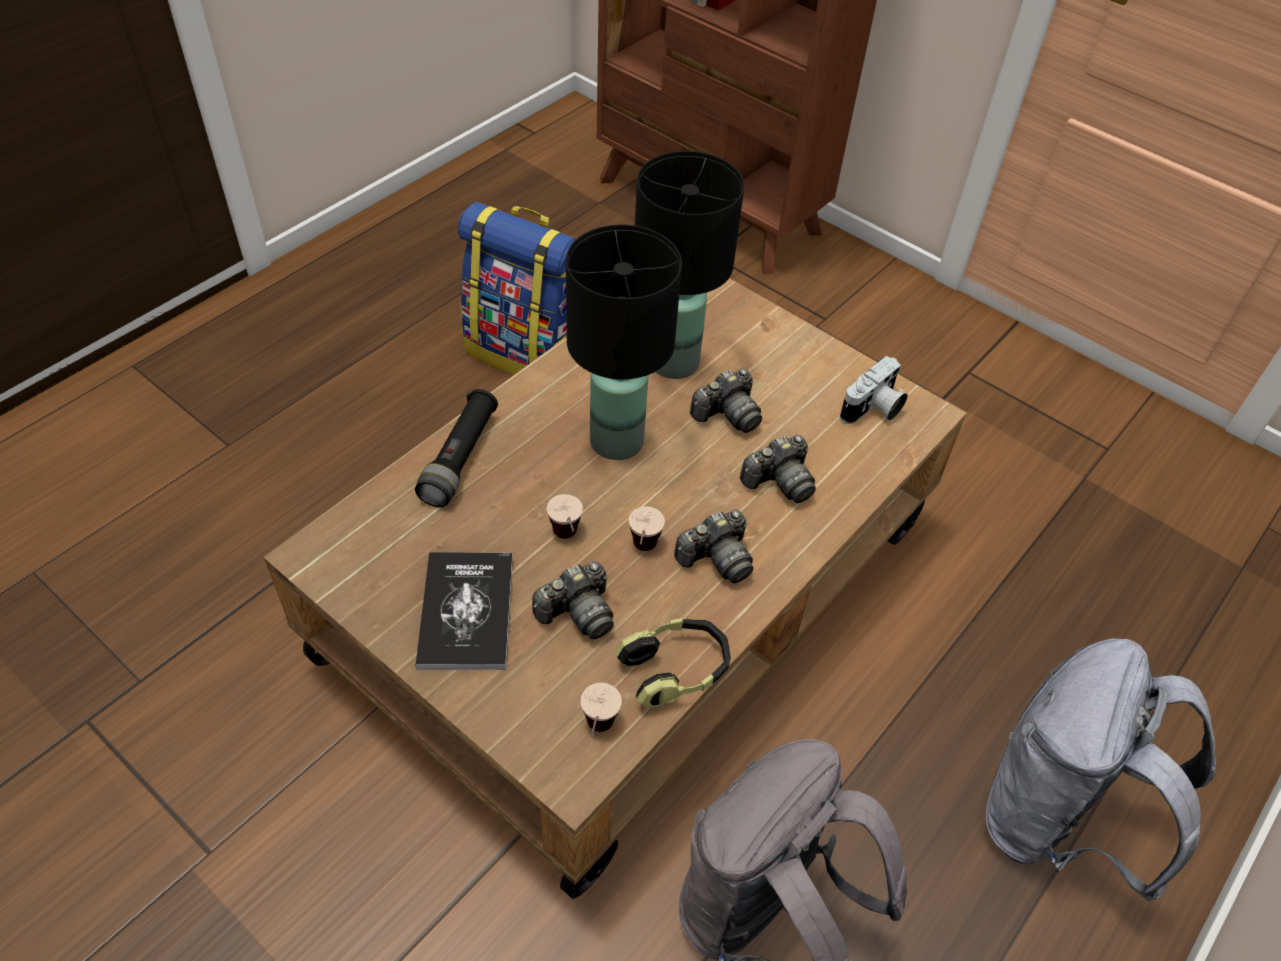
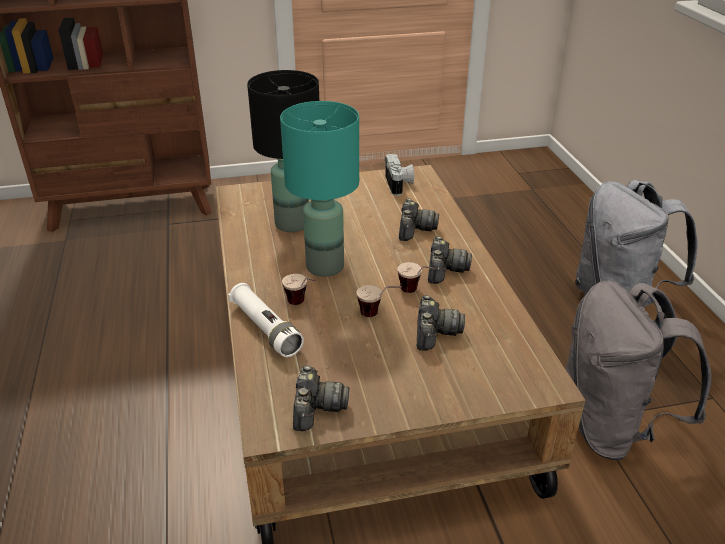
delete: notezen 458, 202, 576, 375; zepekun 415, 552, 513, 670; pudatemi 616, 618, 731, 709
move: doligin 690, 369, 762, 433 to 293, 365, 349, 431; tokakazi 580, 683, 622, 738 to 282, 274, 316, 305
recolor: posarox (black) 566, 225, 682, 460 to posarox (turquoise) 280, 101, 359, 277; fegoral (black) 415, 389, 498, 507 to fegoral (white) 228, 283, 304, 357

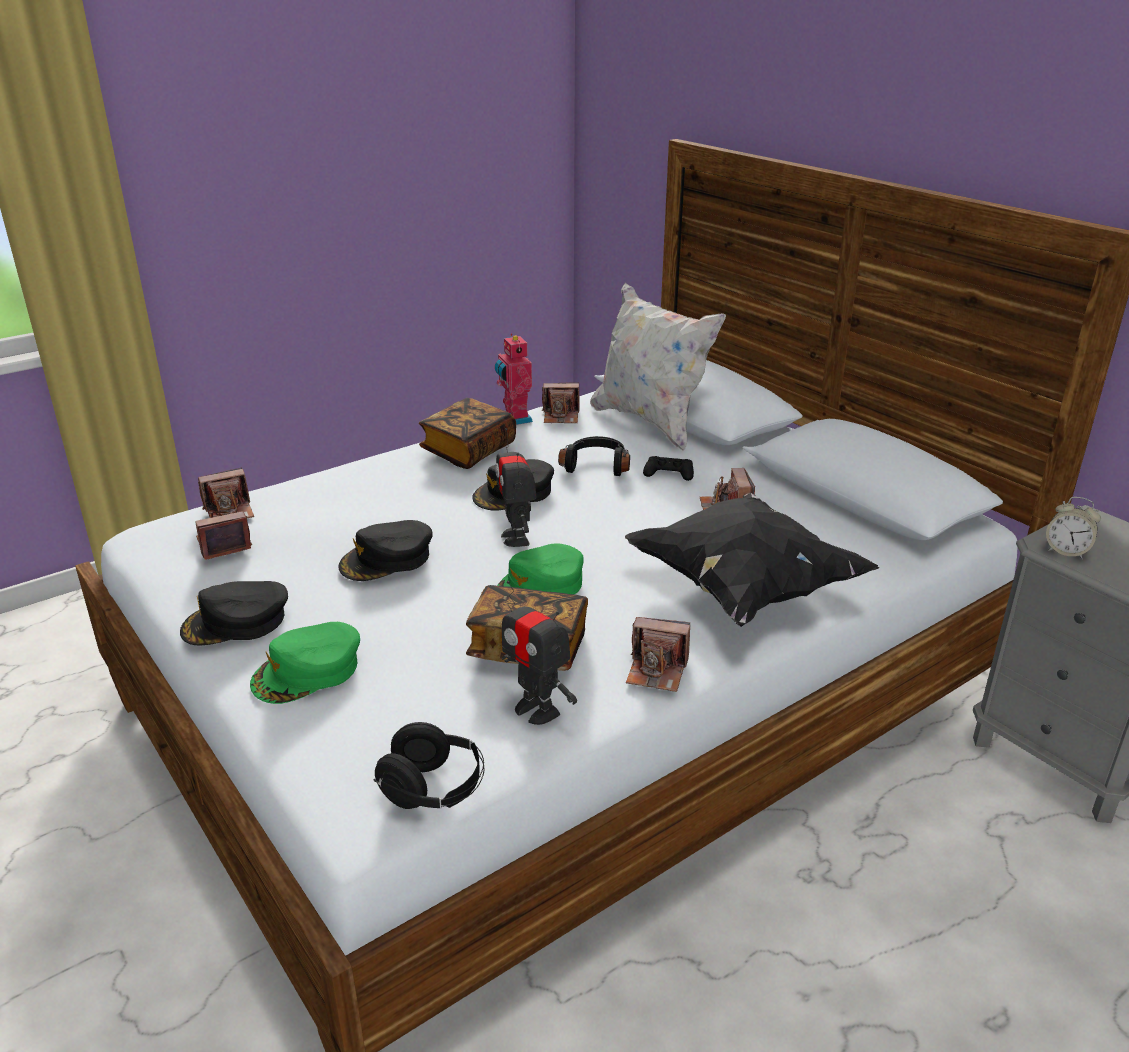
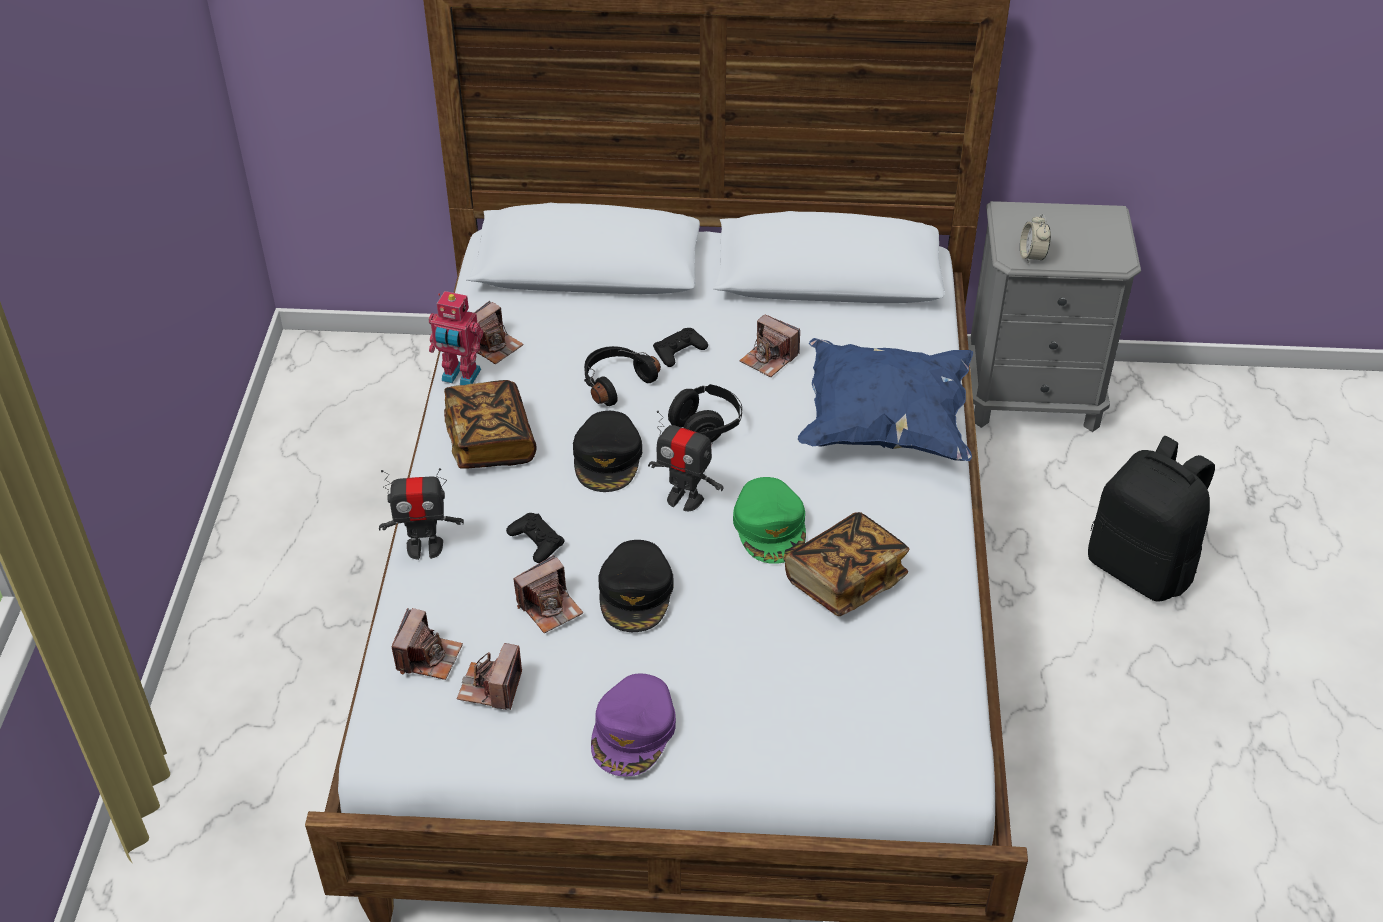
delete: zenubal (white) 590, 283, 726, 450; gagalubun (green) 250, 622, 360, 704
insert: notezen (black) 1088, 436, 1215, 601; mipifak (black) 506, 513, 565, 563
move: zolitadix 502, 581, 577, 725 to 379, 468, 464, 560; doligin 626, 617, 690, 692 to 513, 555, 583, 633; pudatemi (black) 374, 722, 484, 809 to 668, 384, 742, 442
recolor: zenubal (black) 625, 493, 879, 627 to zenubal (blue) 798, 338, 973, 461; gagalubun (black) 180, 581, 288, 645 to gagalubun (purple) 591, 674, 676, 777
rotate: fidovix 1046, 497, 1101, 559 = 1020, 214, 1051, 264 105 degrees clockwise

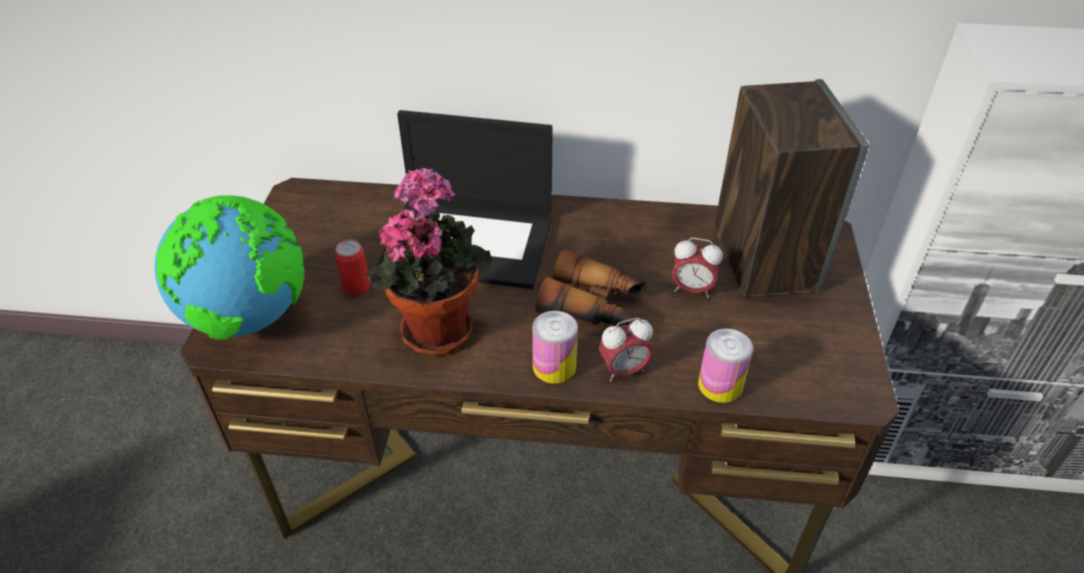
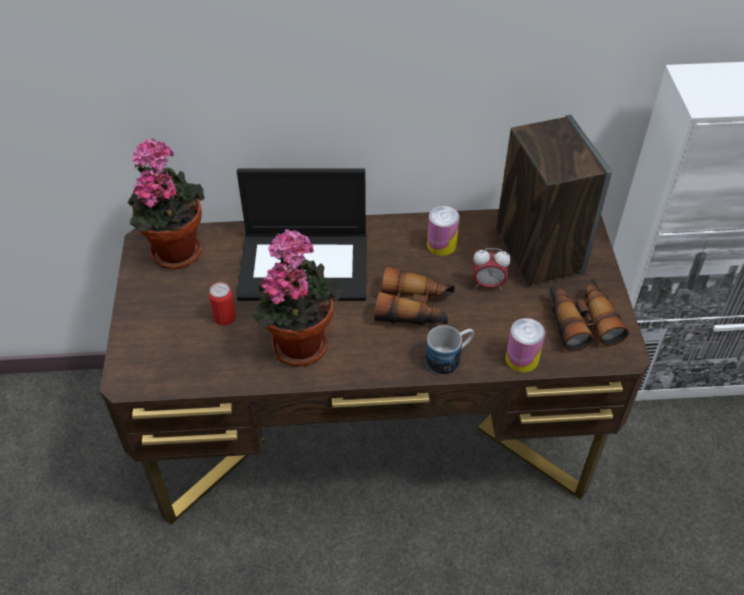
delete: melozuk 154, 195, 305, 340
insert: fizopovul 127, 138, 205, 270; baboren 549, 279, 629, 352
move: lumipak 532, 311, 578, 384 to 427, 206, 460, 256
replace: fidovix 599, 318, 654, 381 to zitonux 425, 325, 474, 375

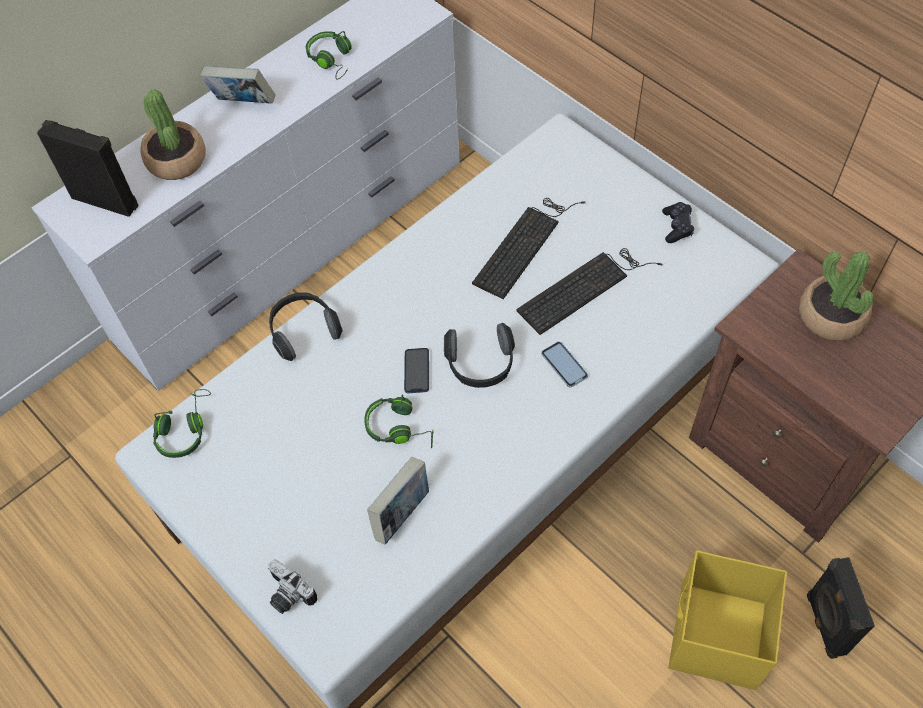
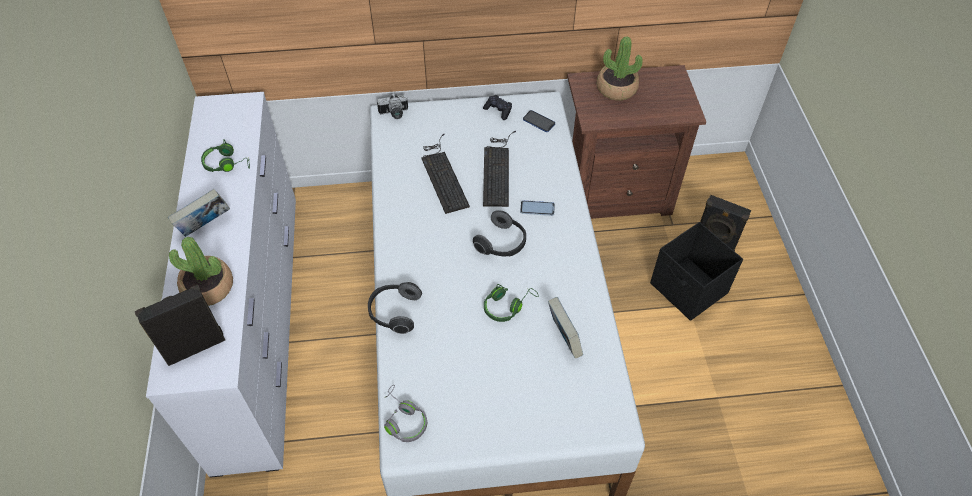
move: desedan 404, 348, 429, 393 to 523, 110, 555, 132; doligin 268, 559, 317, 614 to 377, 93, 408, 119
recolor: pudatemi (green) 153, 389, 211, 458 to pudatemi (grey) 384, 385, 427, 442; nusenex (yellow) 668, 550, 787, 690 to nusenex (black) 650, 222, 743, 321

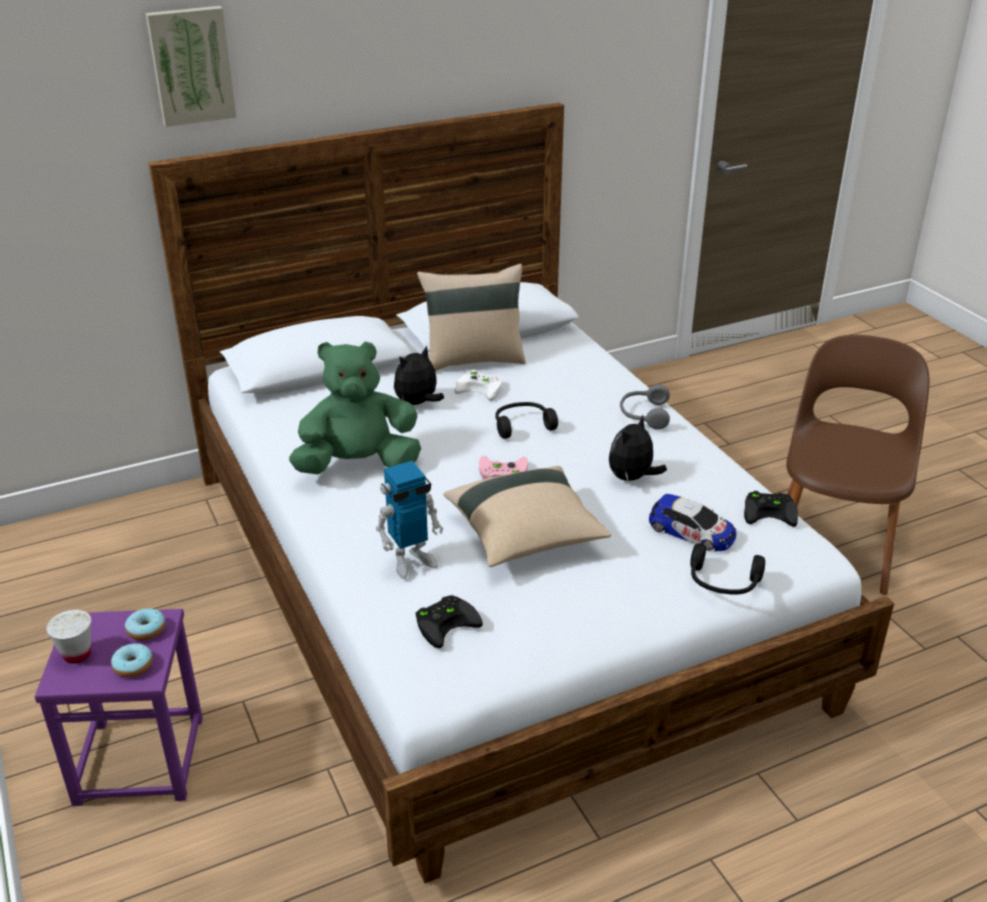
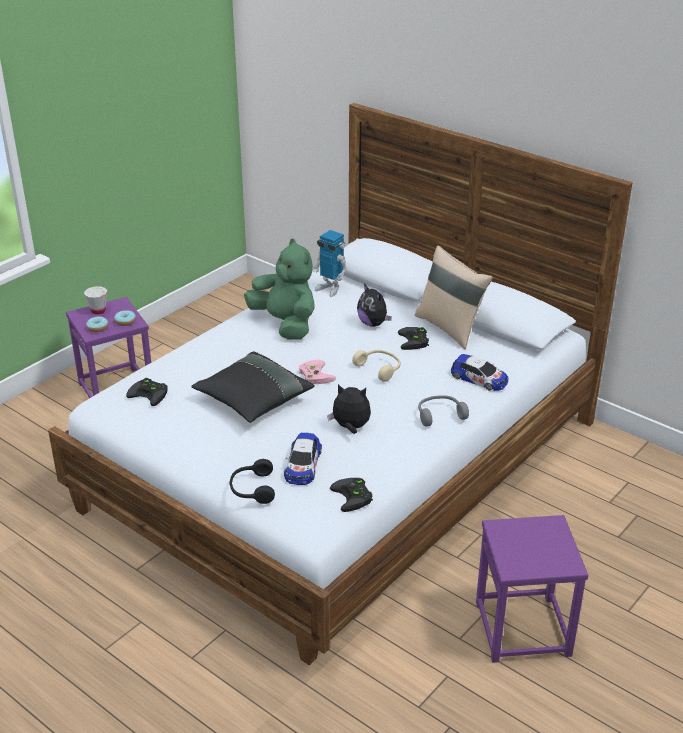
delete: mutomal 146, 6, 236, 127
insert: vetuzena 451, 354, 508, 391
move: zolitadix 376, 461, 443, 579 to 313, 230, 347, 297
replace: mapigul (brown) 786, 335, 929, 595 to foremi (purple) 476, 515, 588, 663
recolor: mipifak (white) 454, 370, 502, 401 to mipifak (black) 398, 327, 429, 350; pudatemi (black) 495, 402, 558, 439 to pudatemi (beige) 352, 350, 401, 382; zenubal (beige) 443, 466, 611, 567 to zenubal (black) 191, 352, 314, 423
rotate: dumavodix 394, 346, 444, 405 = 357, 283, 392, 327 150 degrees counterclockwise

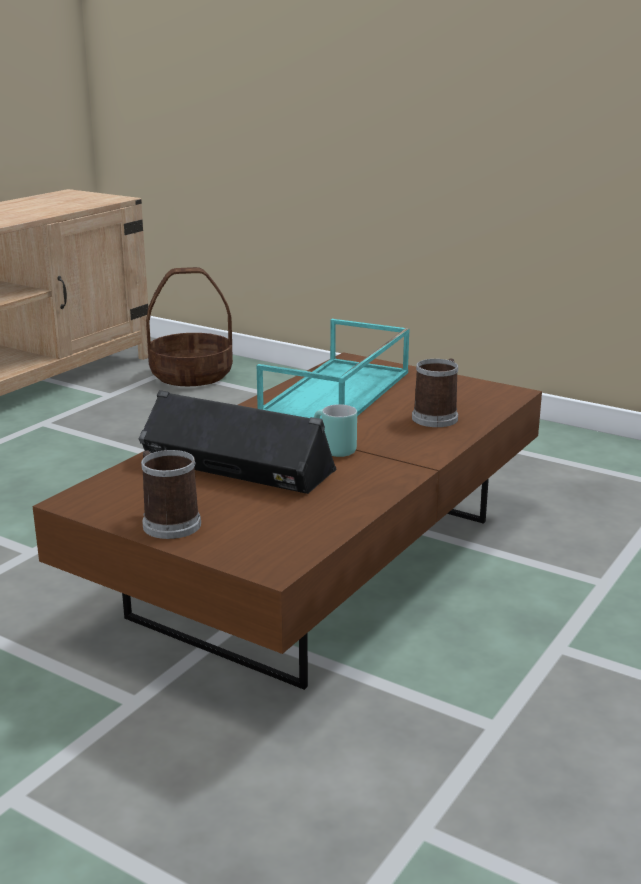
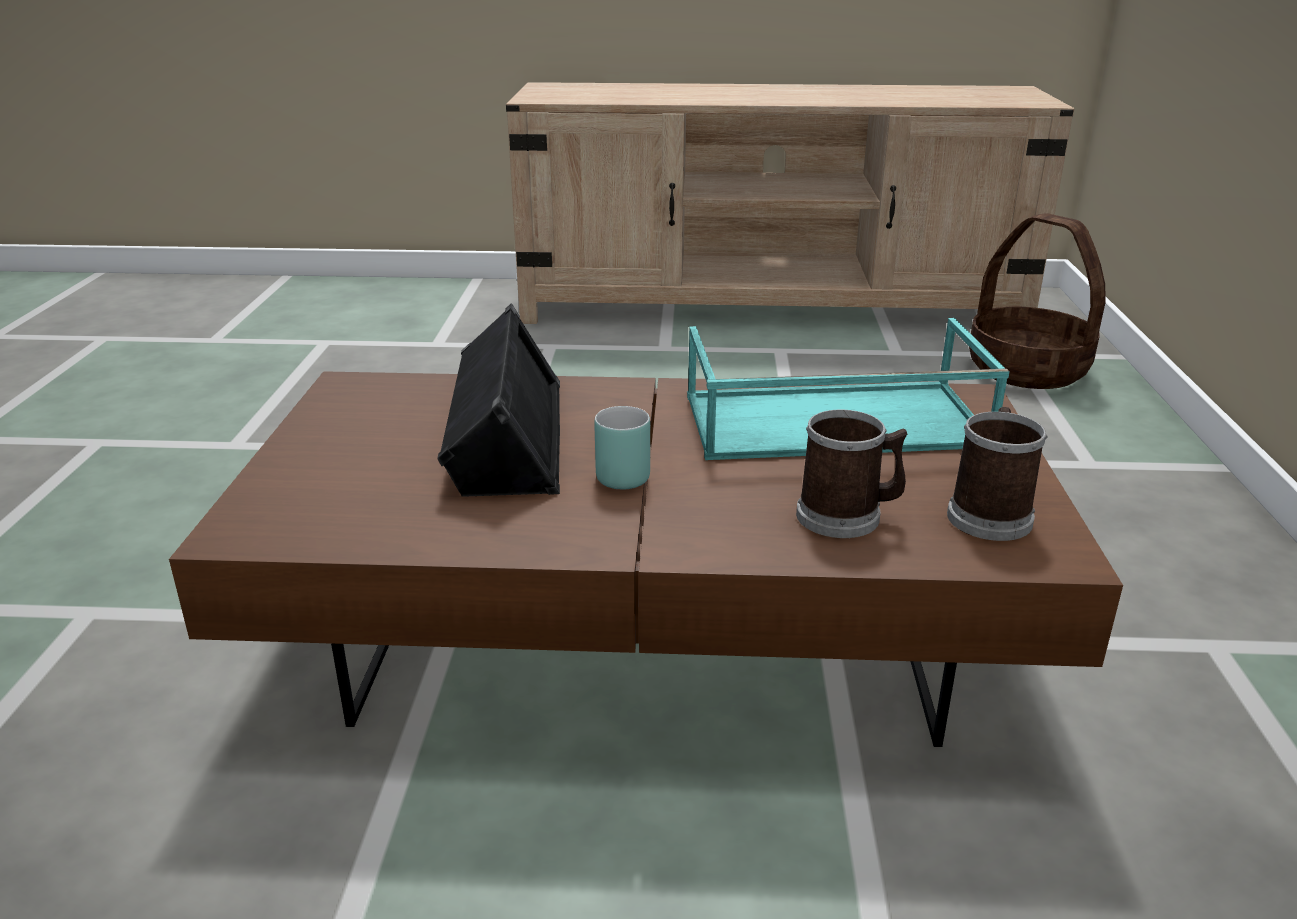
move: zitonux 141, 450, 201, 539 to 947, 407, 1047, 541

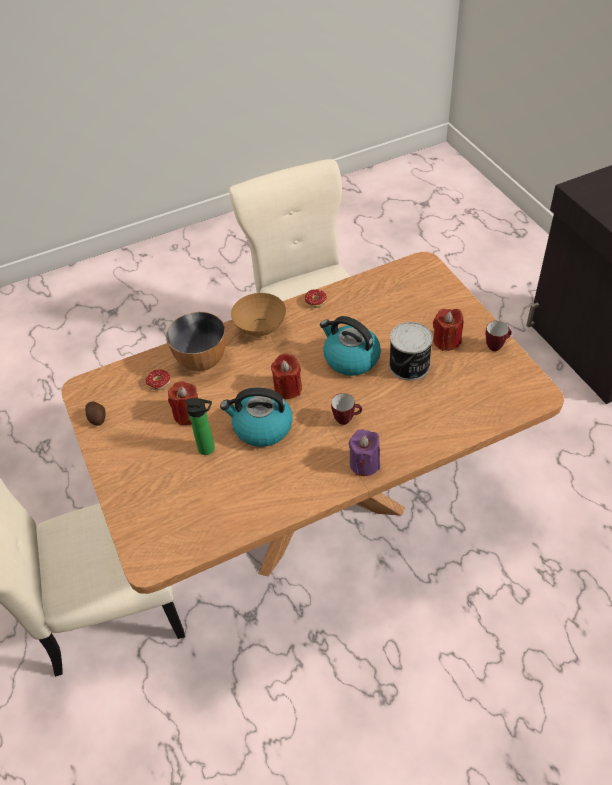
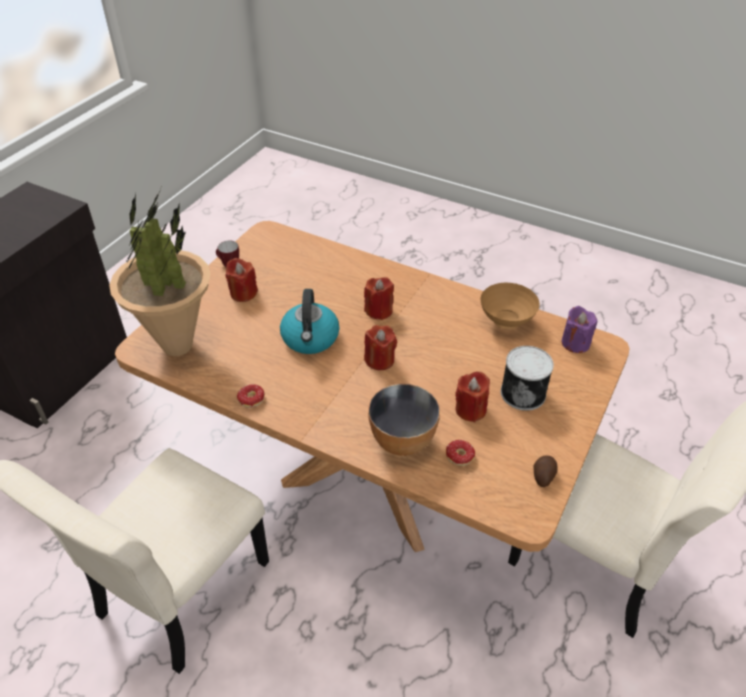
delete: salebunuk 220, 388, 293, 447; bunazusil 185, 398, 215, 455
insert: fizopovul 109, 189, 211, 356
move: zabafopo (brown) 231, 293, 286, 338 to 480, 283, 540, 329; lumipak 389, 322, 433, 381 to 501, 346, 554, 411; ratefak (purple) 349, 429, 380, 476 to 561, 306, 597, 353
replace: zitonux 331, 393, 362, 425 to ratefak (red) 364, 277, 394, 320

